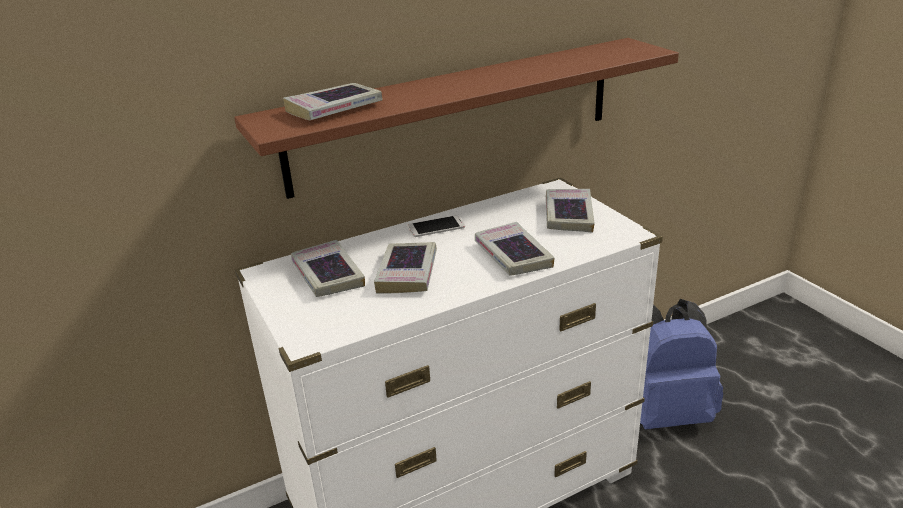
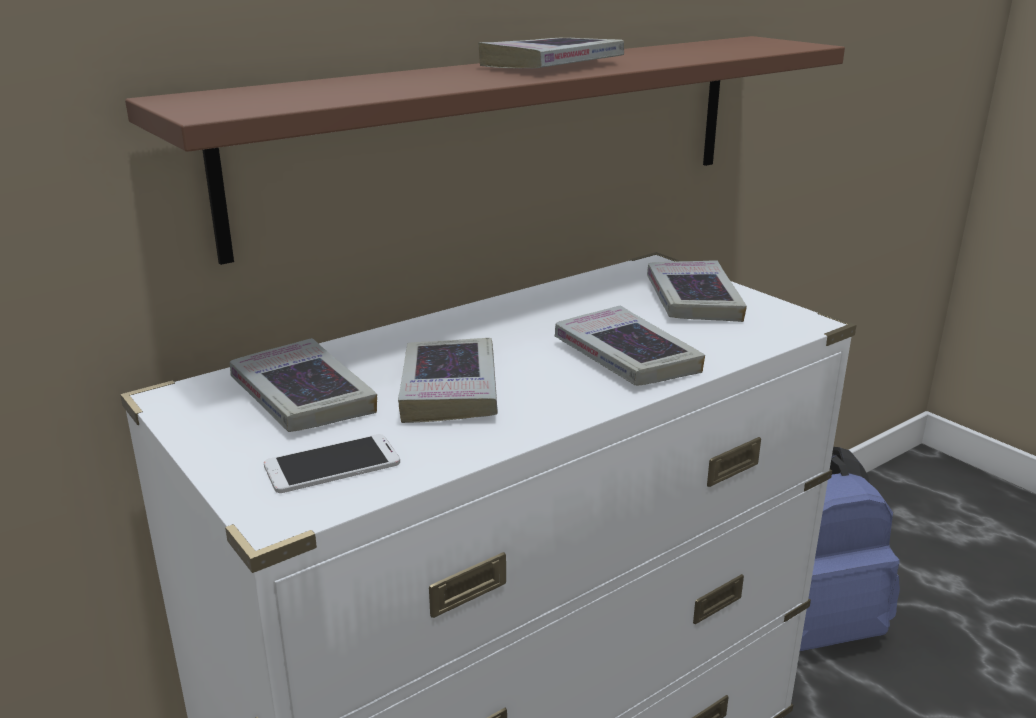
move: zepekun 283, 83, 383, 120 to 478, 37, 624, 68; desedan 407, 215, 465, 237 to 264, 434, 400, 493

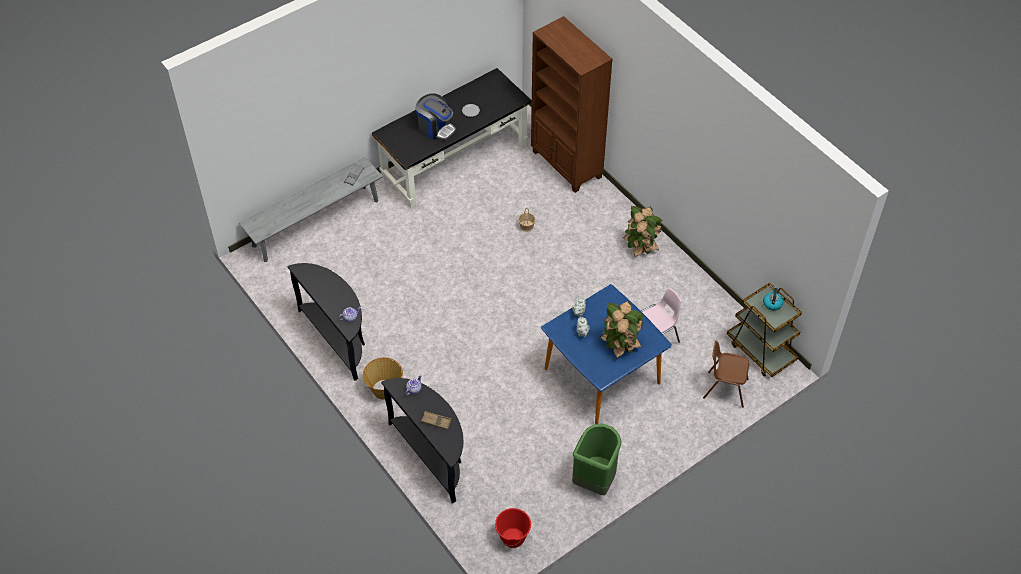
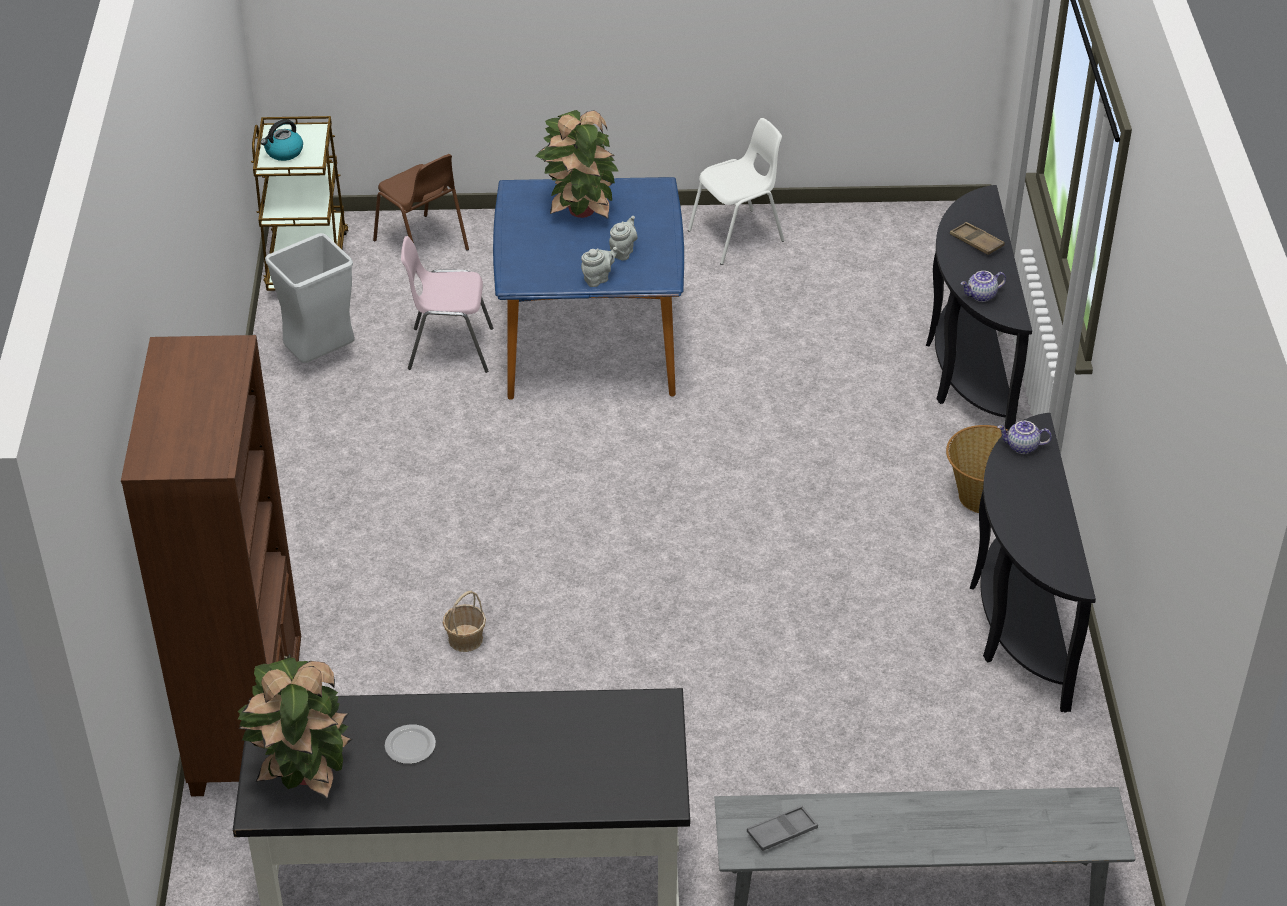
delete: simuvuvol 415, 93, 456, 140; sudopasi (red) 495, 508, 531, 548
insert: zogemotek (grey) 265, 233, 355, 363
move: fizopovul 623, 206, 662, 257 to 237, 657, 353, 799
replace: zogemotek (green) 572, 424, 622, 495 to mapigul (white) 688, 118, 785, 265

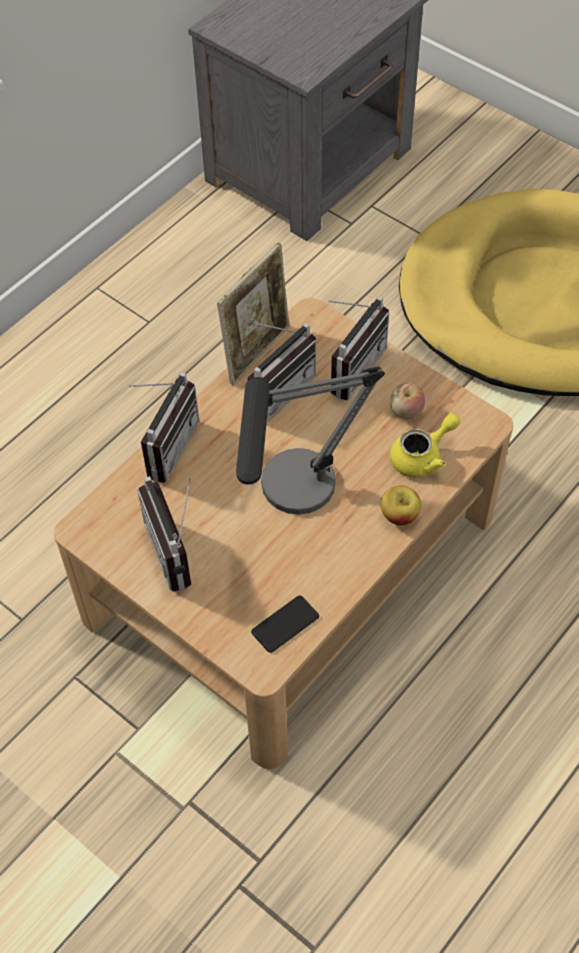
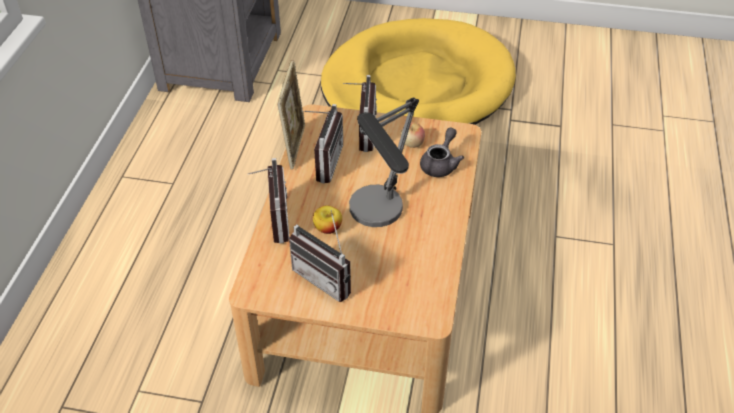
delete: desedan 251, 596, 319, 653
move: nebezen 381, 485, 421, 525 to 313, 205, 342, 234
recolor: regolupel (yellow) 390, 413, 460, 478 to regolupel (grey) 420, 127, 464, 177

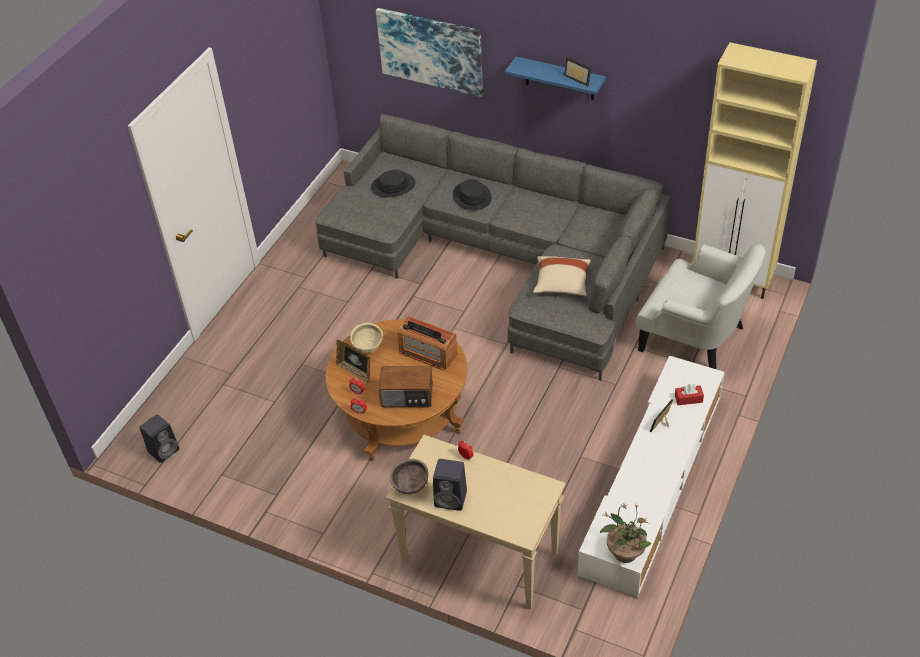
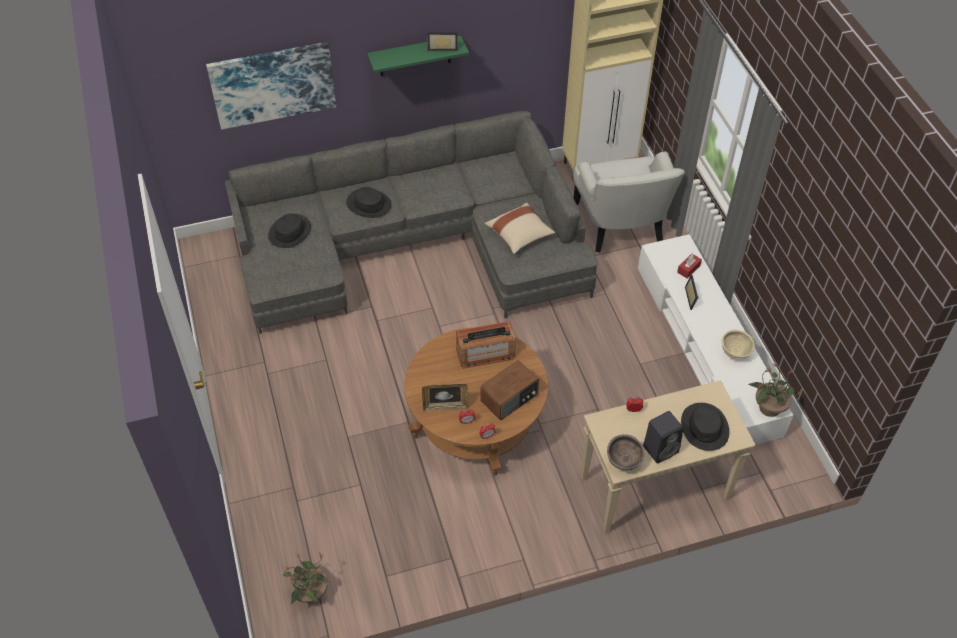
insert: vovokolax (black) 681, 403, 729, 451
move: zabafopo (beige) 350, 323, 383, 353 to 722, 330, 755, 360
replace: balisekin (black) 140, 414, 179, 463 to fizopovul 283, 553, 328, 605
recolor: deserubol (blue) 505, 56, 606, 100 to deserubol (green) 367, 36, 469, 76
rotate: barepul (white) 636, 244, 766, 369 = 573, 152, 685, 252 90 degrees clockwise

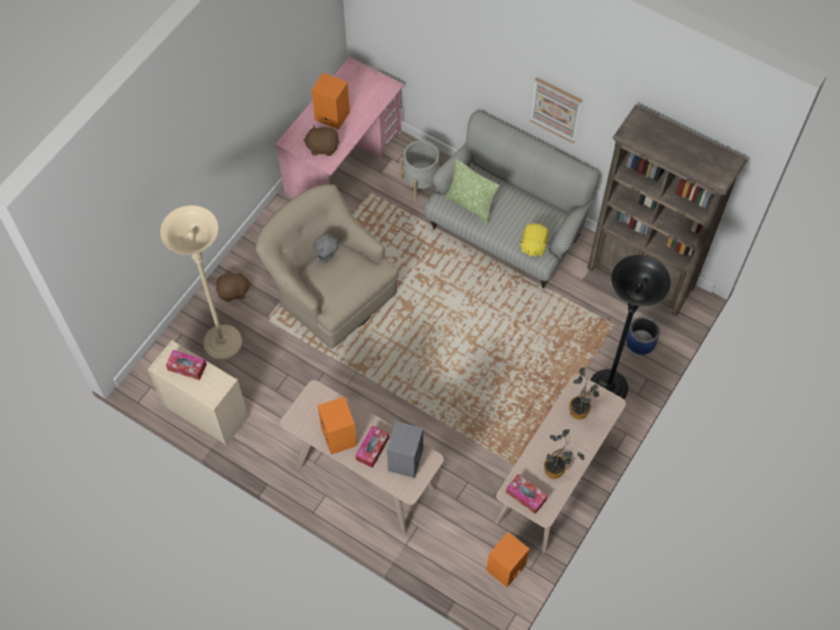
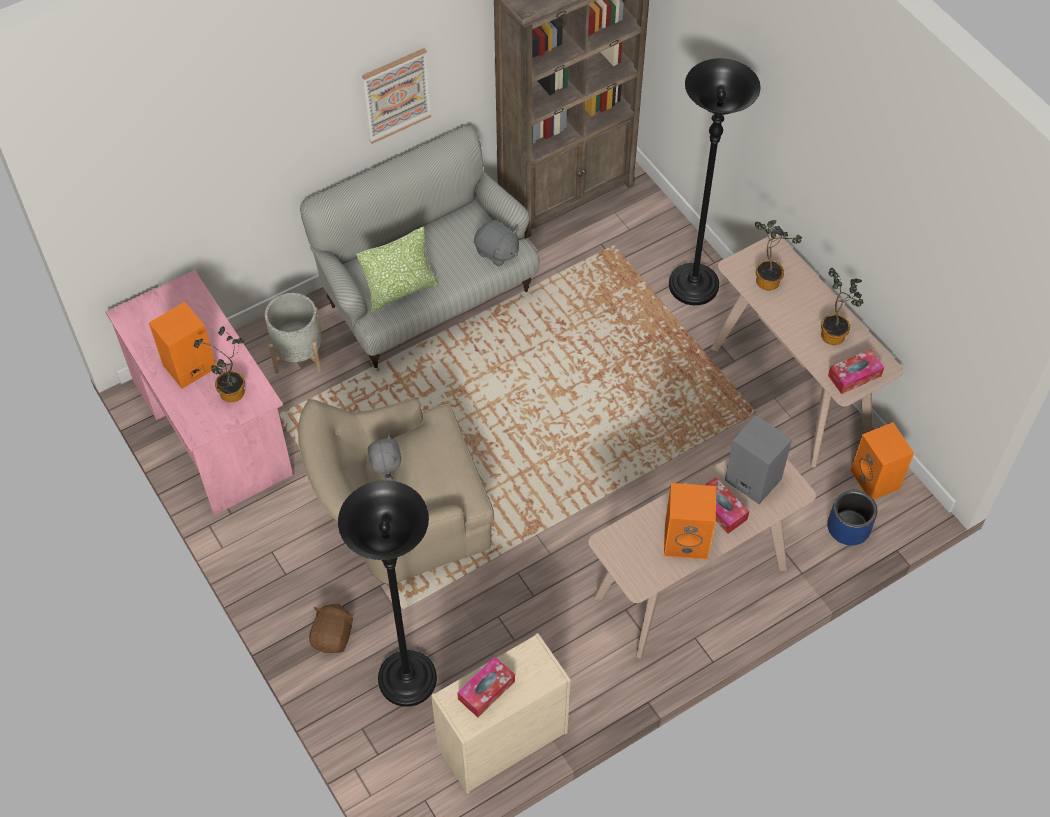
move: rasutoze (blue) 626, 316, 660, 355 to 827, 490, 877, 545
replace: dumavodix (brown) 303, 124, 339, 156 to fizopovul 194, 326, 245, 403
recolor: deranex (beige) 160, 205, 242, 360 to deranex (black) 338, 480, 437, 707; dumavodix (yellow) 520, 223, 549, 257 to dumavodix (grey) 474, 220, 519, 267

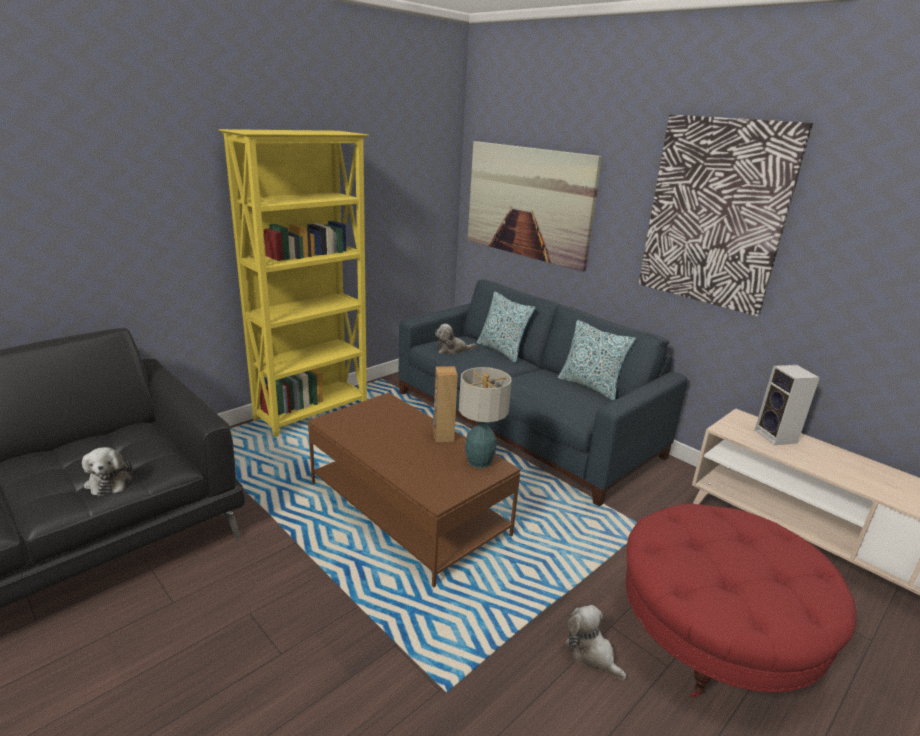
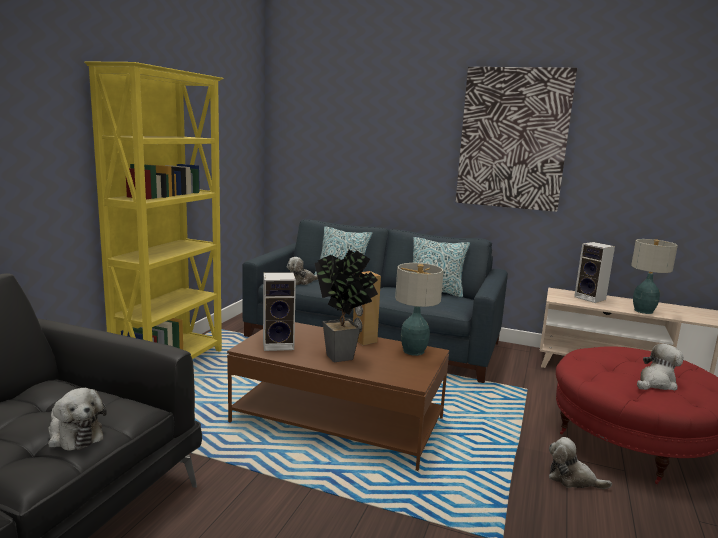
delete: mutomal 468, 141, 602, 272
insert: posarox 631, 239, 678, 314; fizopovul 314, 250, 378, 362; balisekin 263, 272, 296, 351; dumavodix 637, 344, 683, 390

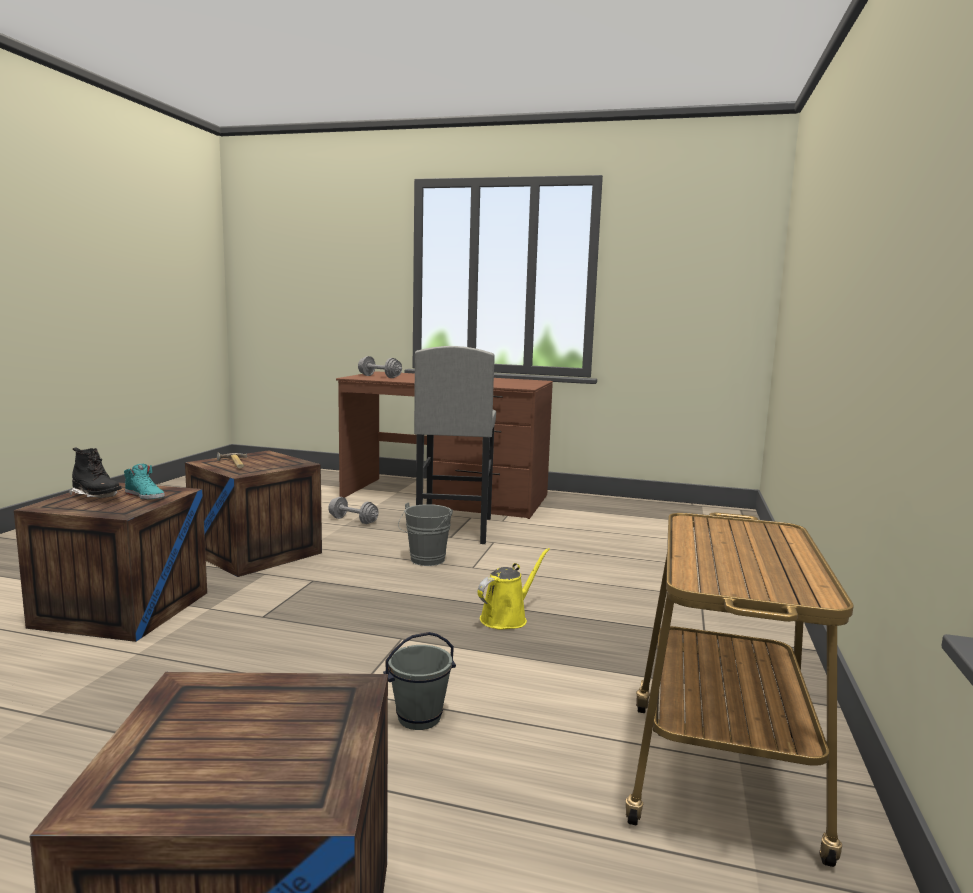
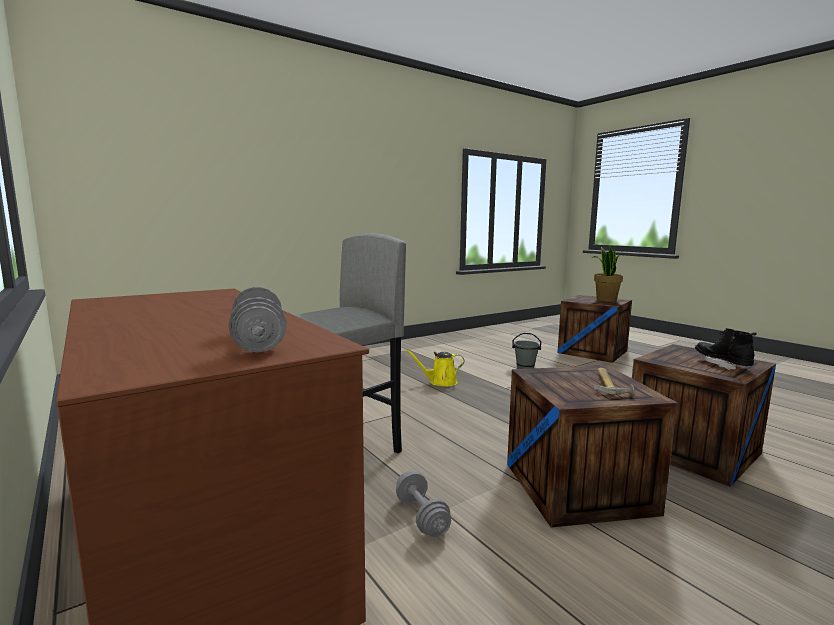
delete: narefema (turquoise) 124, 464, 165, 499; sudopasi (grey) 398, 502, 453, 566; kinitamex 626, 512, 854, 867
insert: fizopovul 592, 247, 623, 302

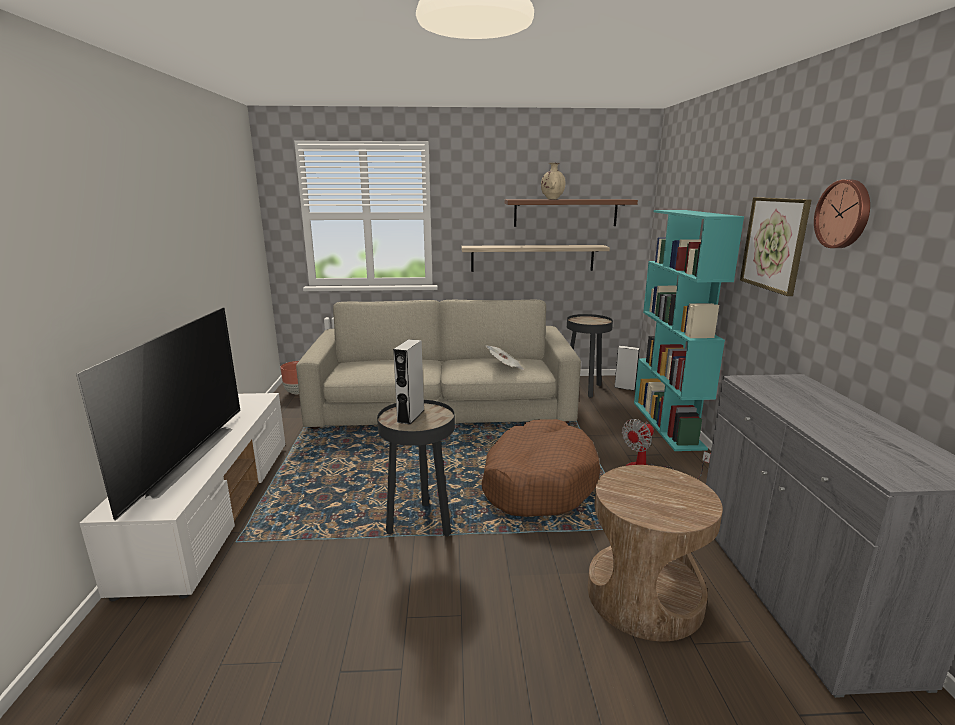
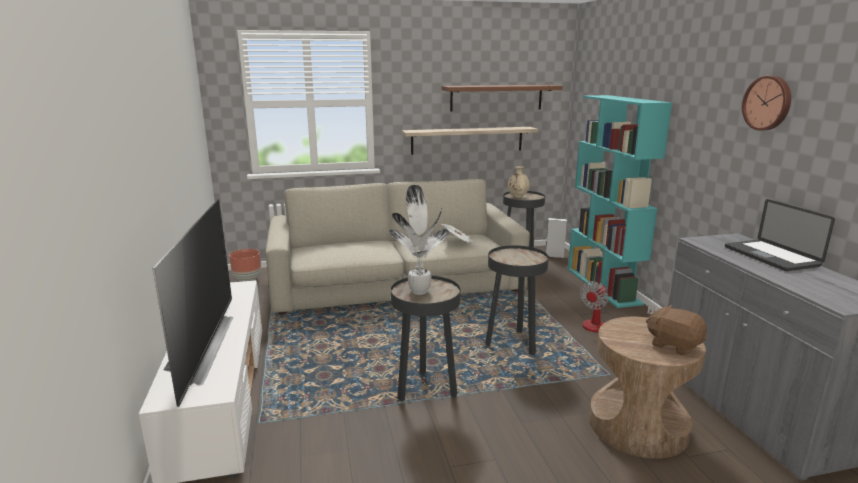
delete: mutomal 740, 197, 811, 296
insert: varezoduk 725, 199, 835, 271; dumavodix (brown) 646, 305, 707, 356
move: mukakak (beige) 541, 163, 566, 199 to 508, 166, 530, 198
replace: balisekin (grey) 393, 339, 424, 424 to fizopovul 389, 185, 450, 295; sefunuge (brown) 482, 419, 600, 517 to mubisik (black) 485, 245, 549, 355

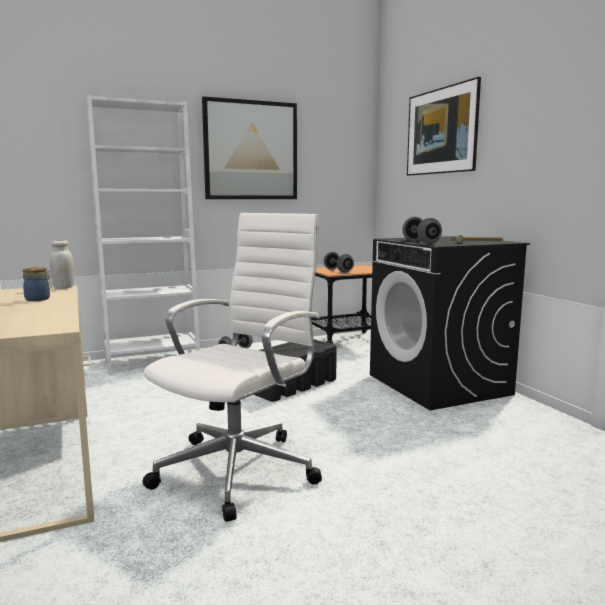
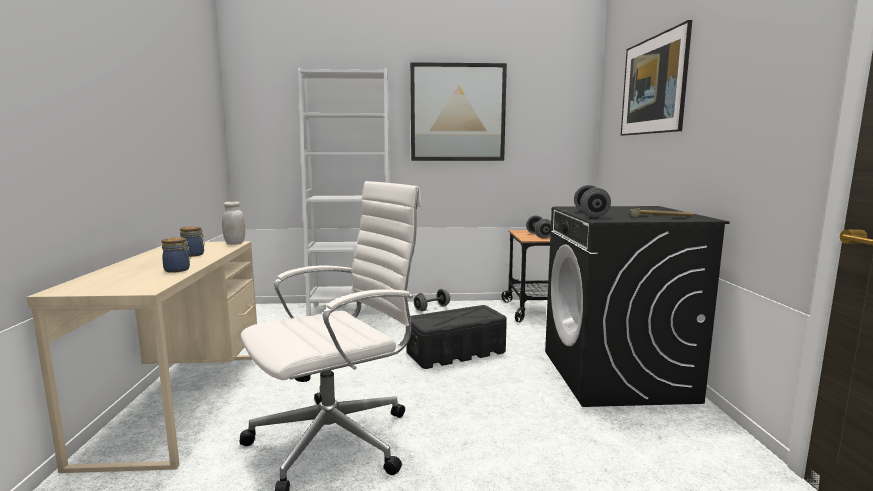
insert: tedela 162, 237, 191, 273

